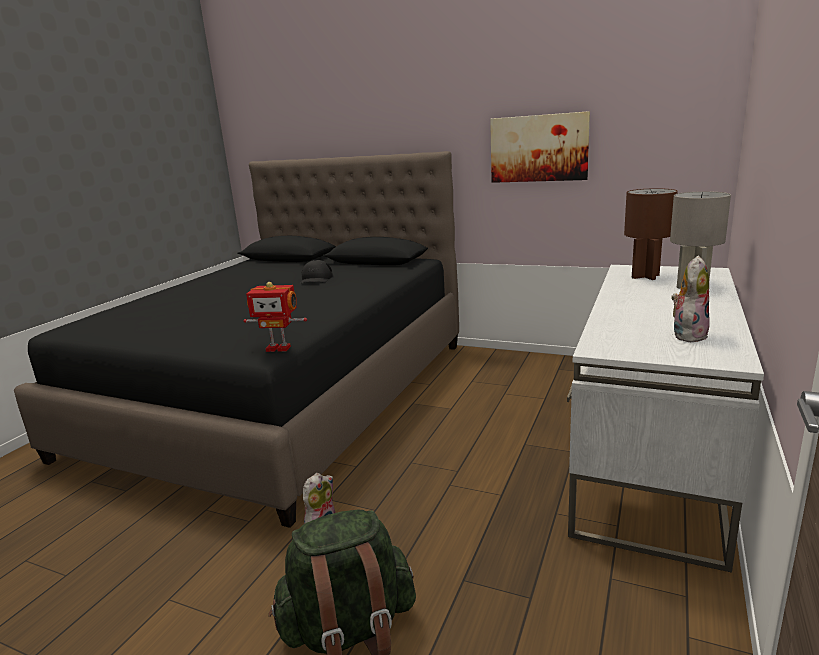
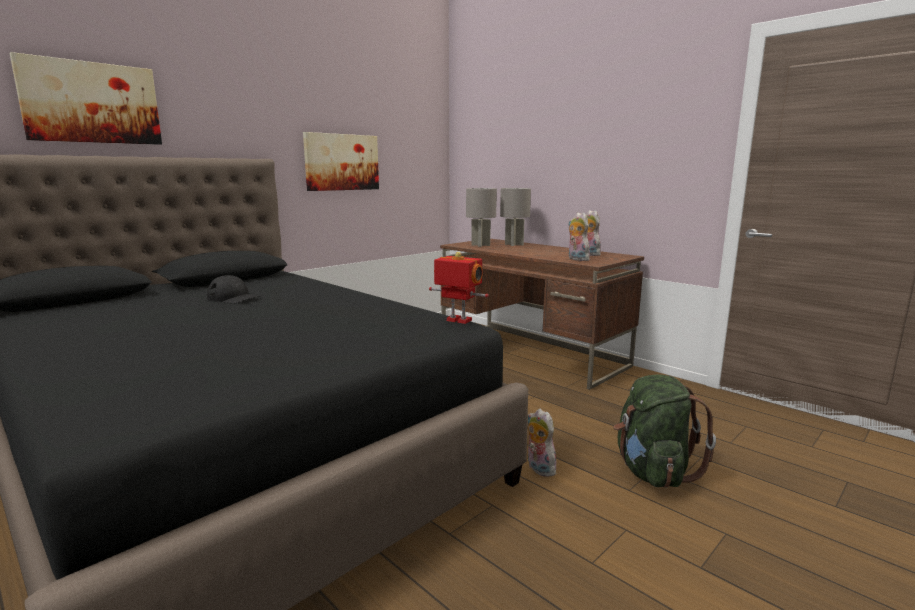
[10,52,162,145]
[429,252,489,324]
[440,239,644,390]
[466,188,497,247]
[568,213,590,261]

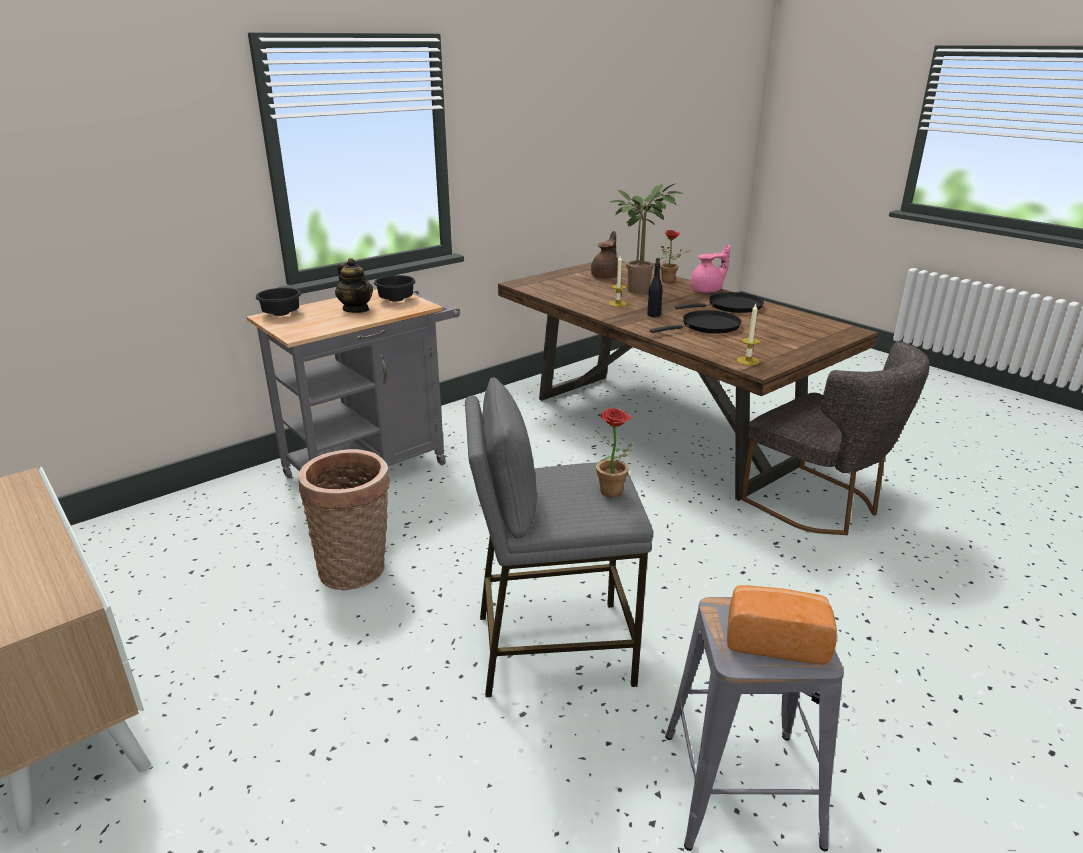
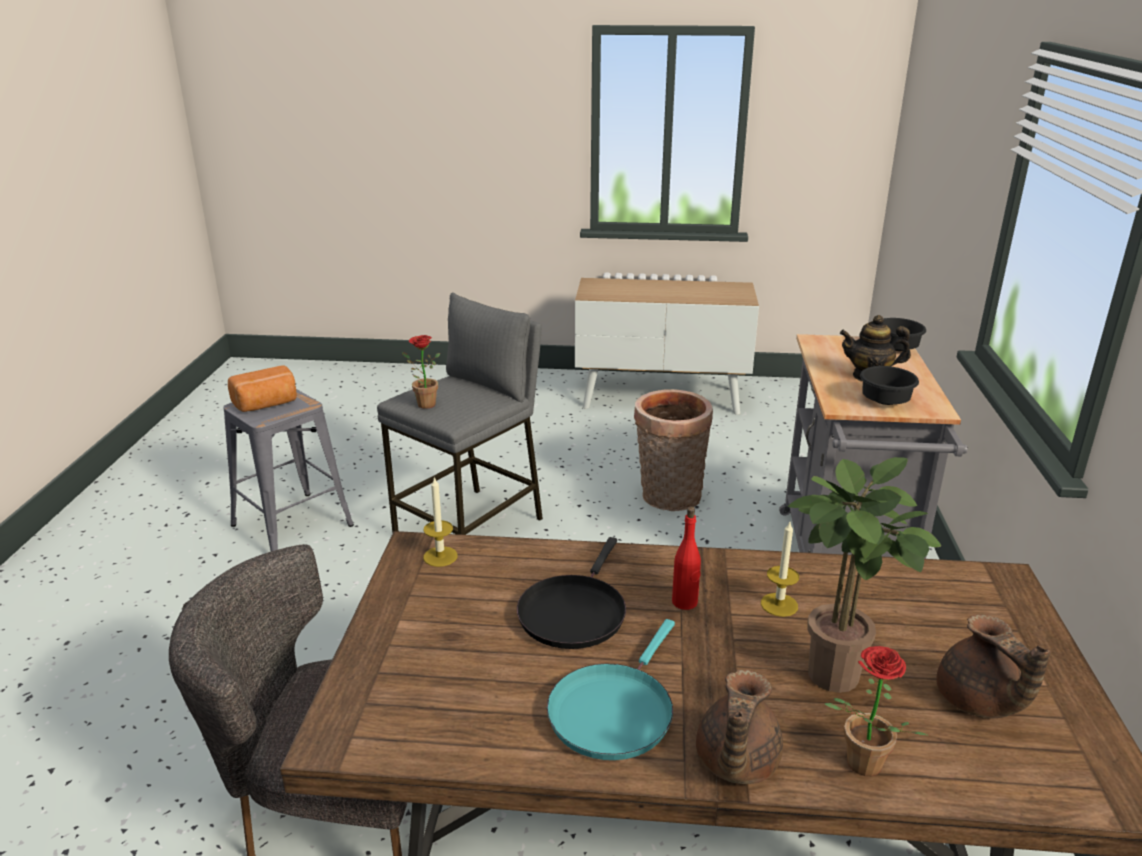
[547,619,675,760]
[672,506,701,610]
[696,670,783,784]

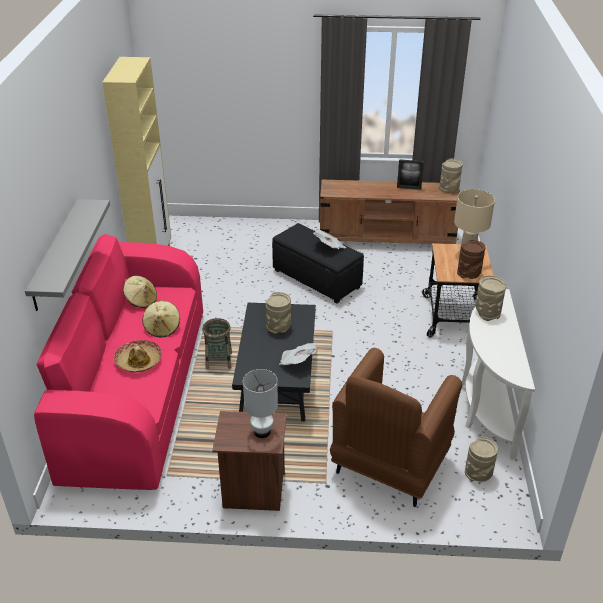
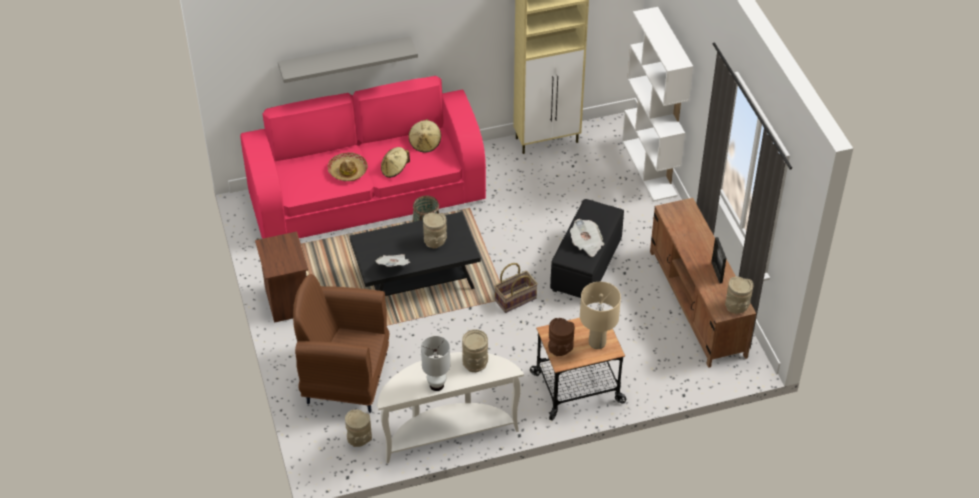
[421,336,450,391]
[494,263,538,313]
[622,7,693,201]

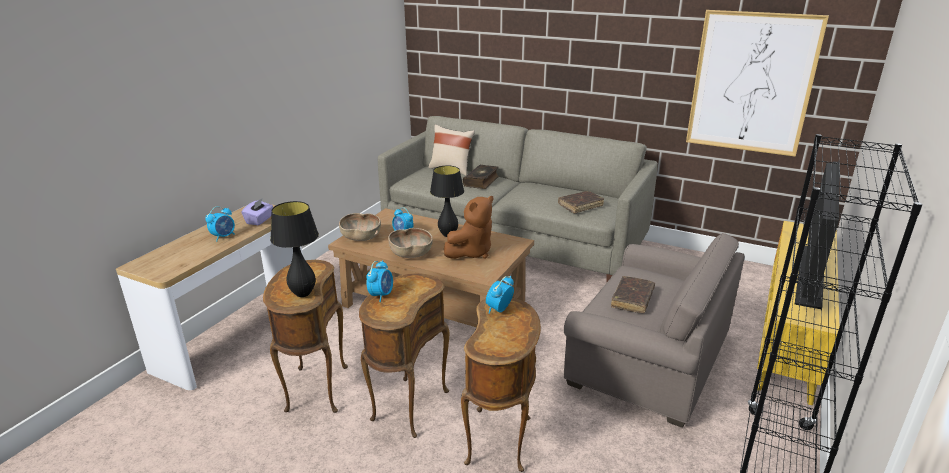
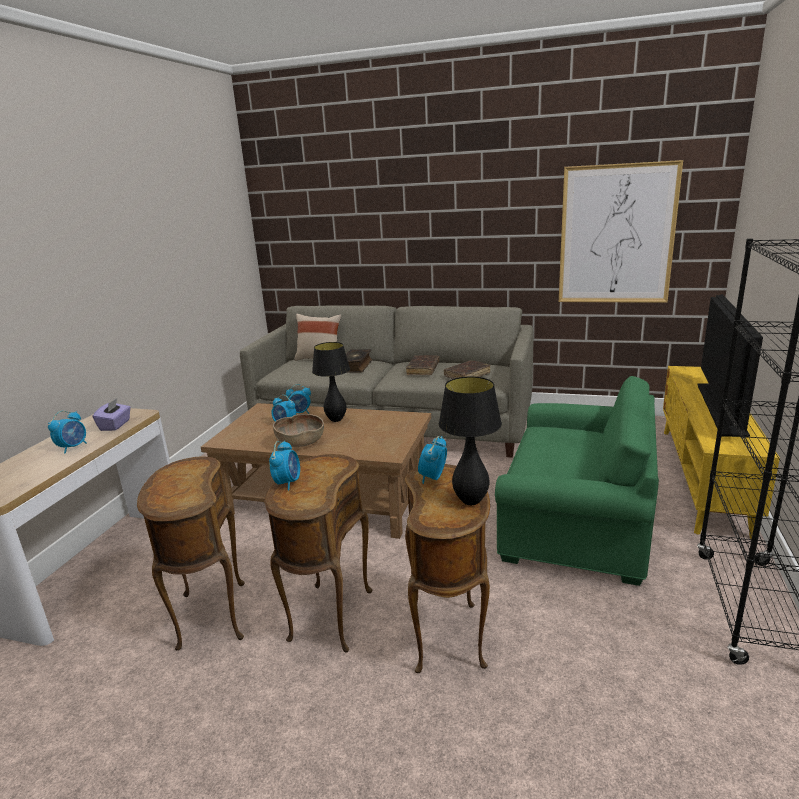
[286,384,311,414]
[406,355,439,375]
[439,377,502,505]
[495,376,659,586]
[339,213,381,241] (first image)
[444,196,493,259] (first image)

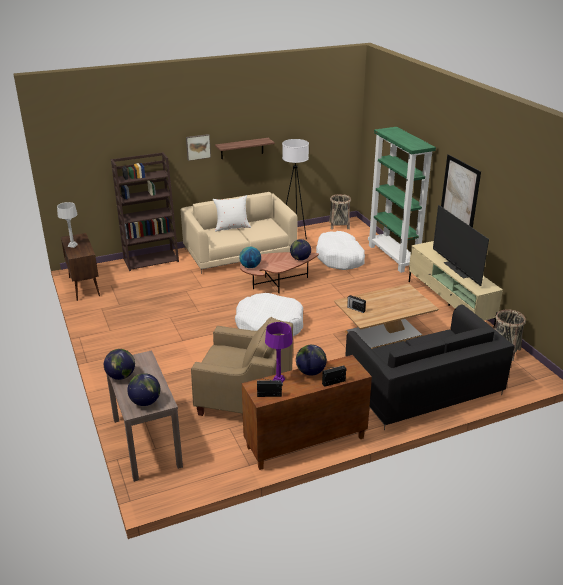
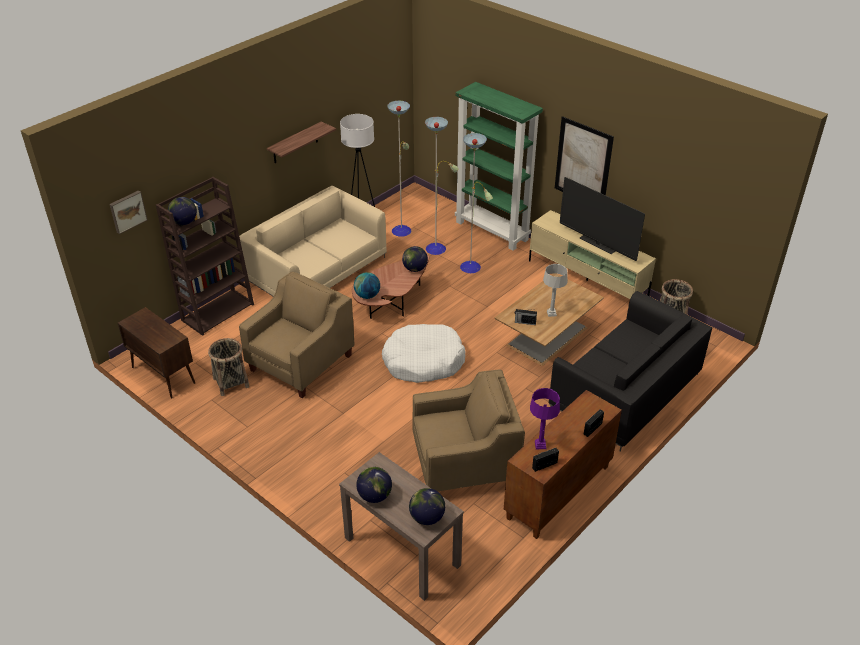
[110,190,147,234]
[168,197,197,225]
[208,338,249,396]
[239,271,355,398]
[387,101,493,273]
[543,264,568,317]
[213,195,251,232] (first image)

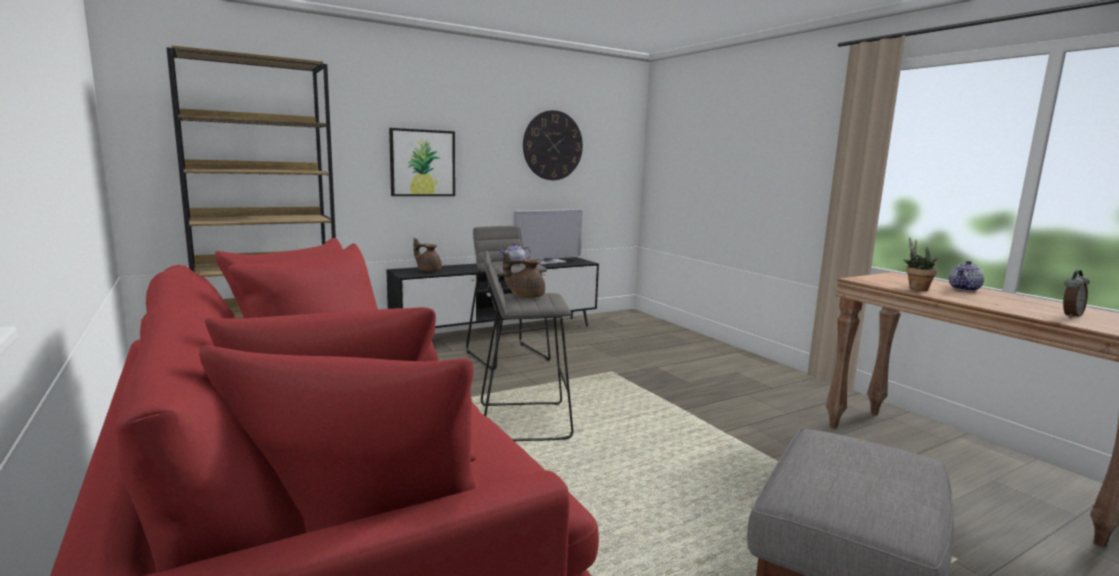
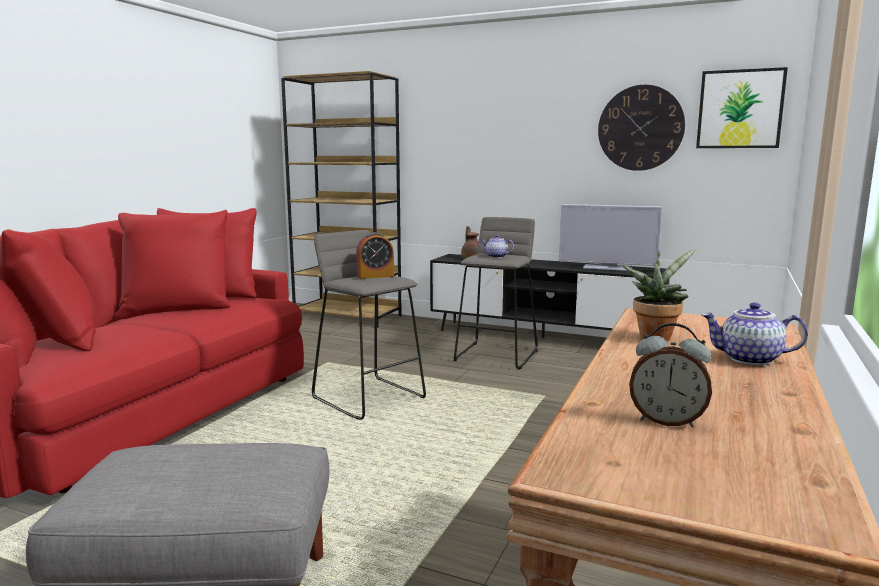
[356,232,394,279]
[696,67,788,148]

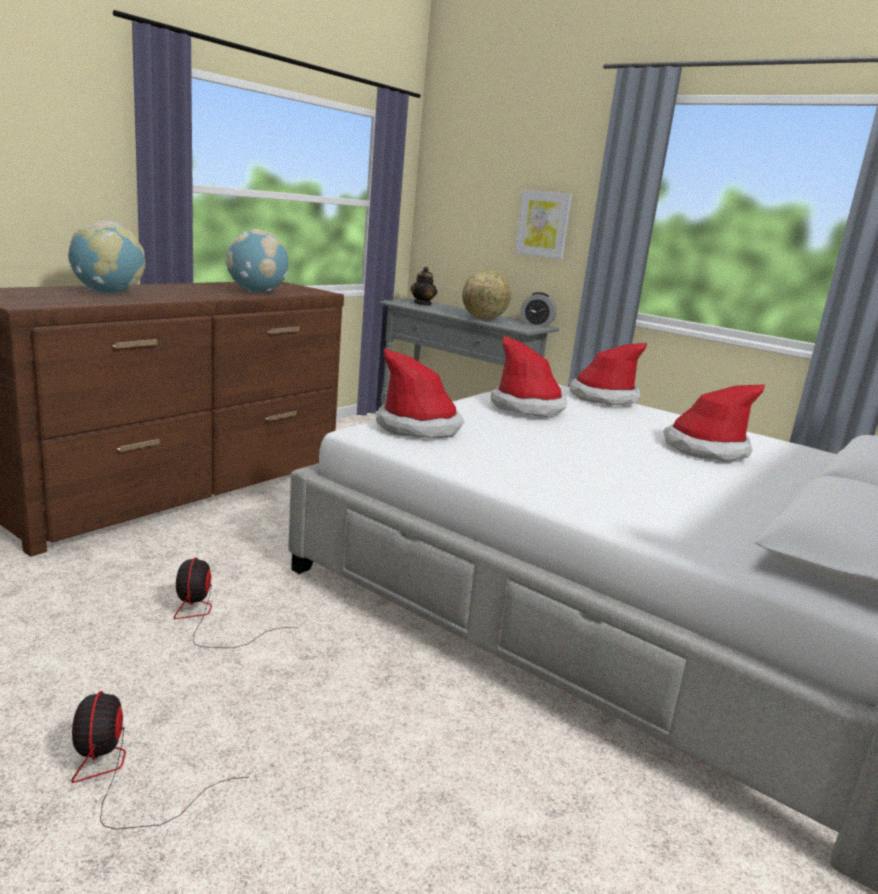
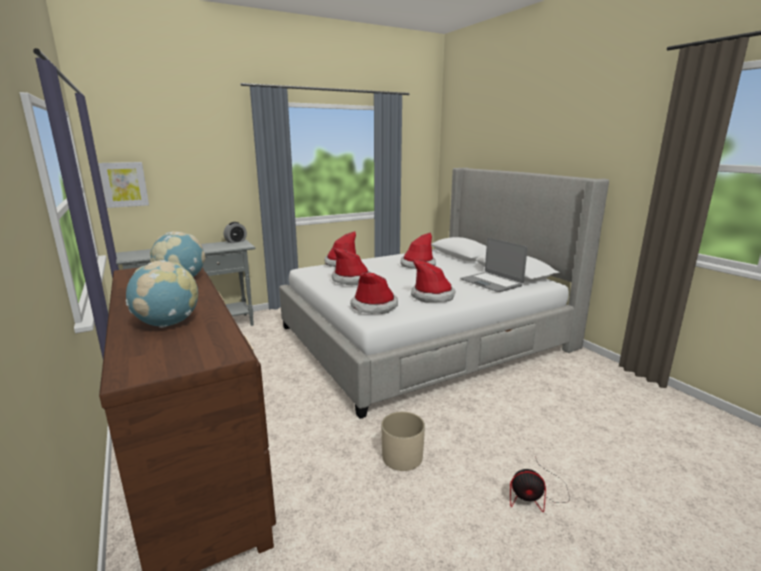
[98,162,149,208]
[381,412,425,471]
[411,259,456,303]
[460,238,528,292]
[411,266,437,306] (first image)
[462,270,511,320] (first image)

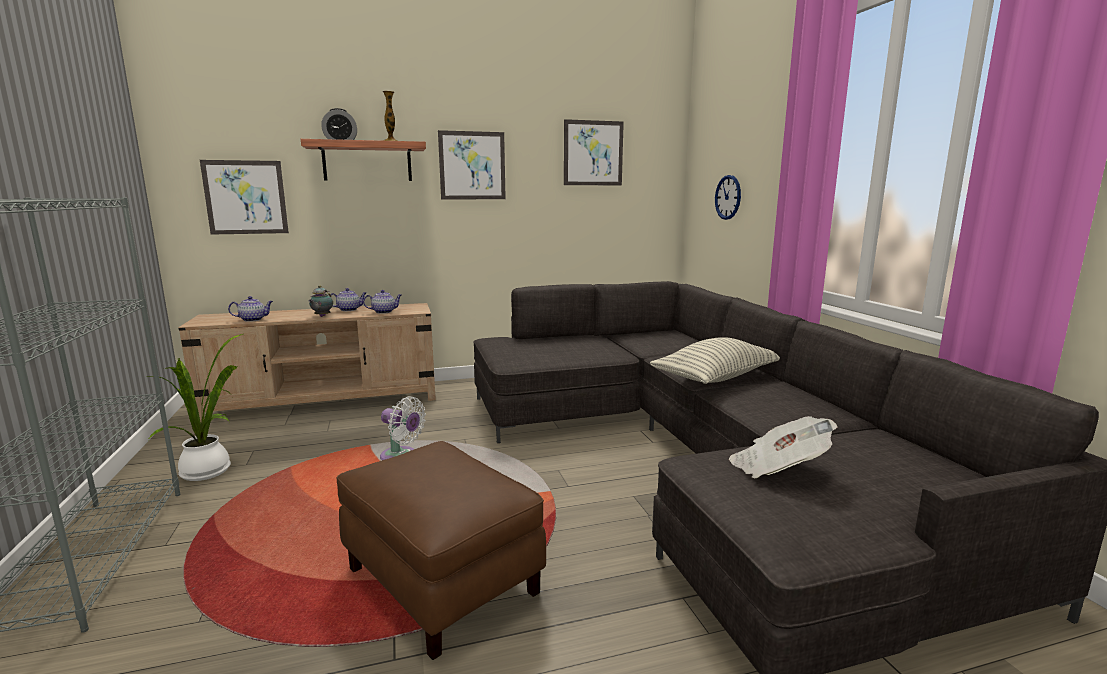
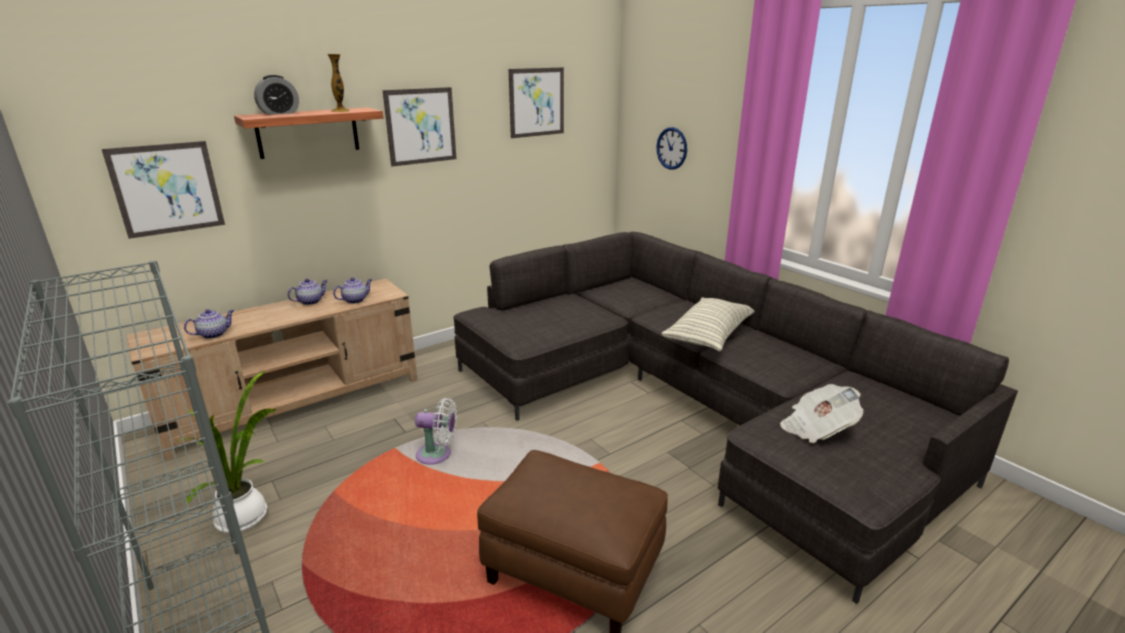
[309,285,333,317] (first image)

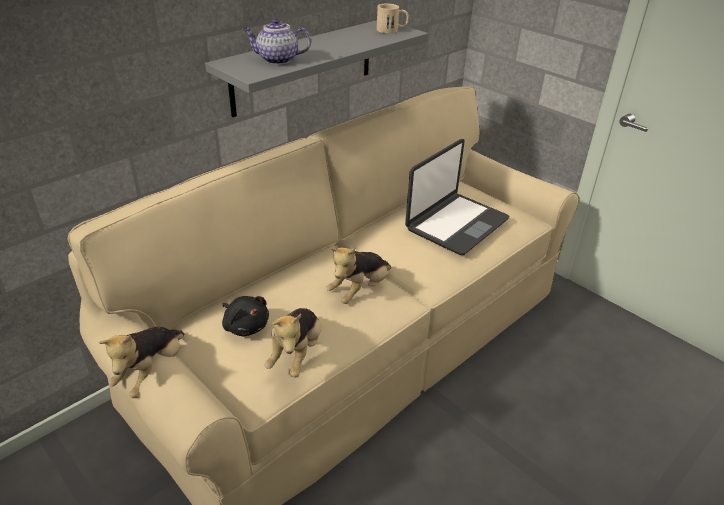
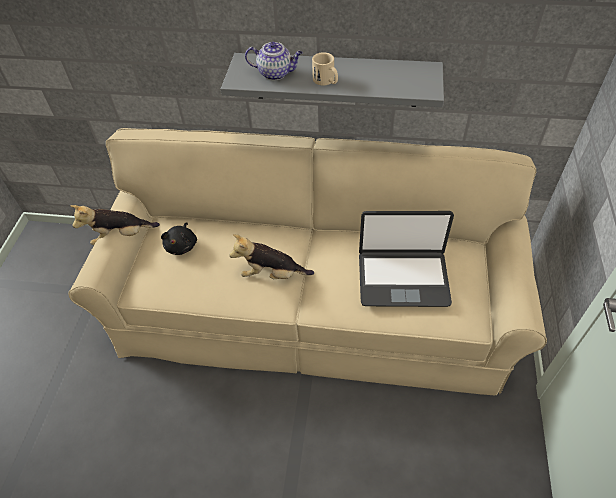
[245,42,303,80]
[312,52,338,85]
[265,308,322,378] (first image)

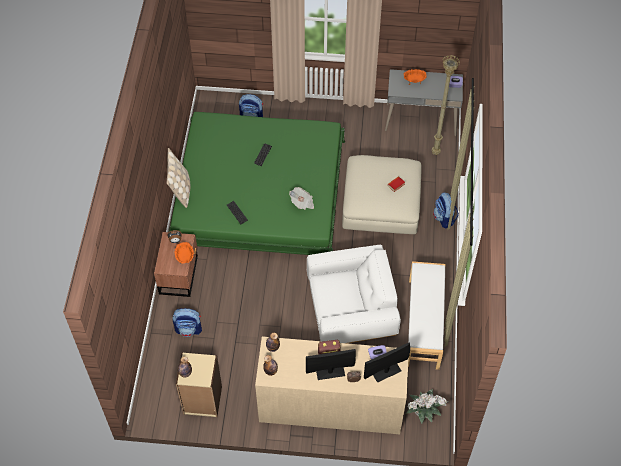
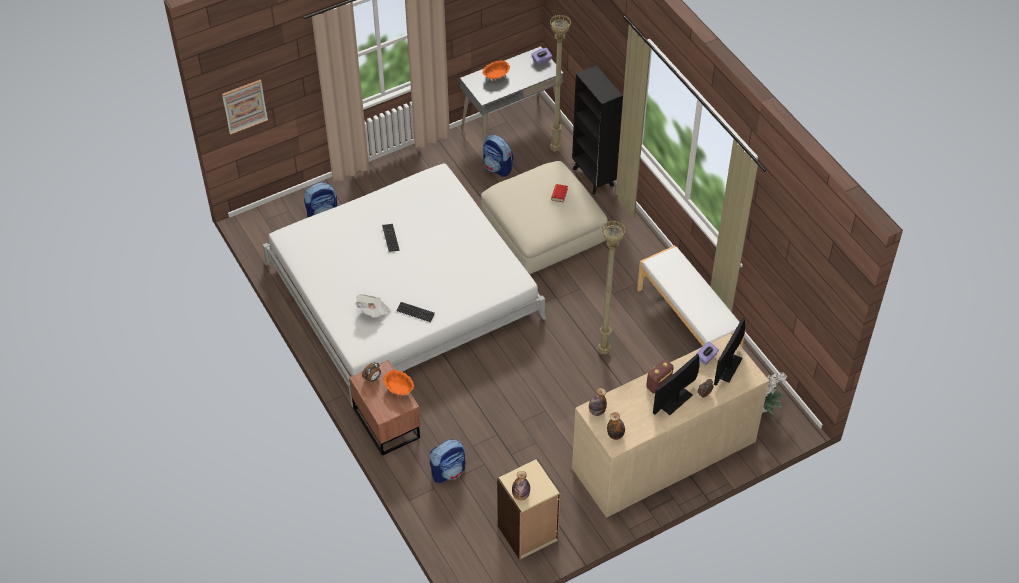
[222,80,268,135]
[262,163,547,407]
[355,294,391,318]
[483,135,513,177]
[572,65,623,194]
[598,221,626,355]
[167,148,190,208] (first image)

